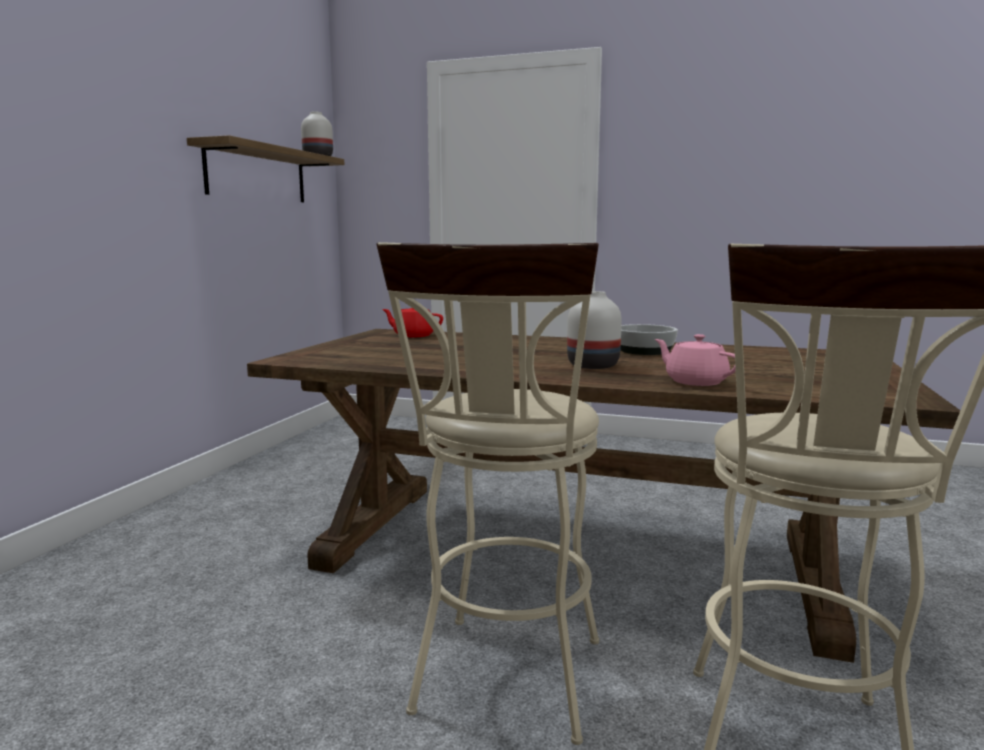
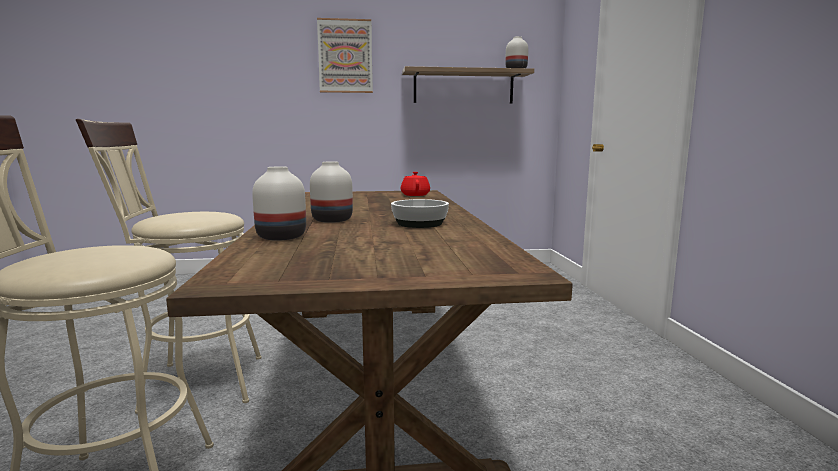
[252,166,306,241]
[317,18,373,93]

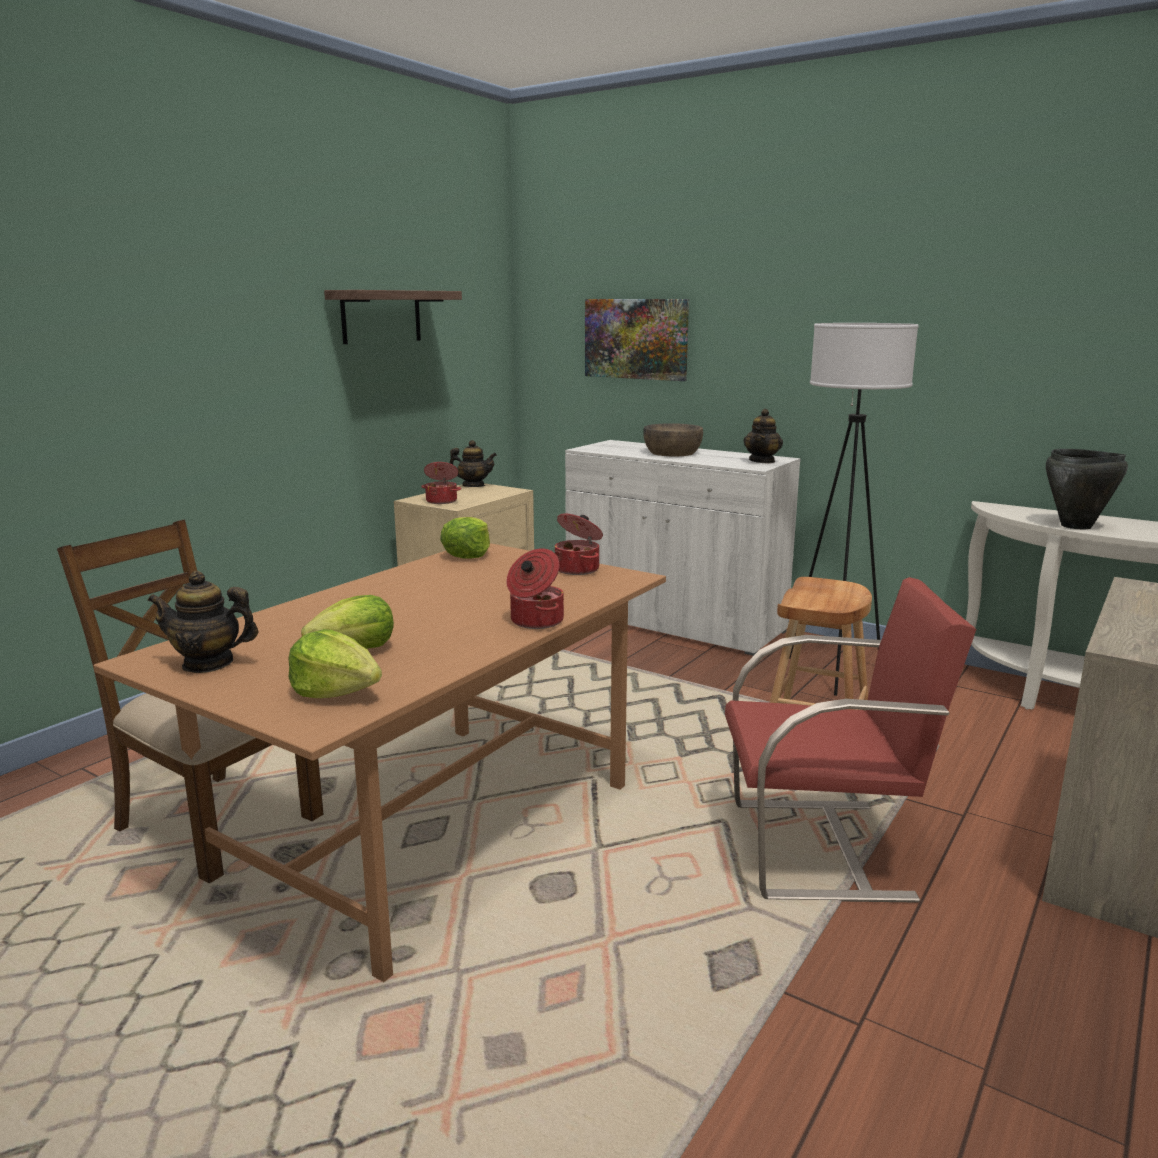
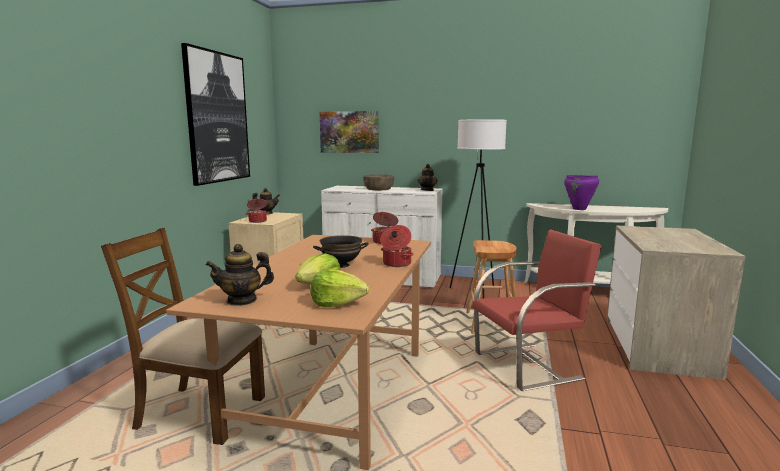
[181,43,250,186]
[313,235,369,268]
[564,175,599,210]
[440,517,490,559] (first image)

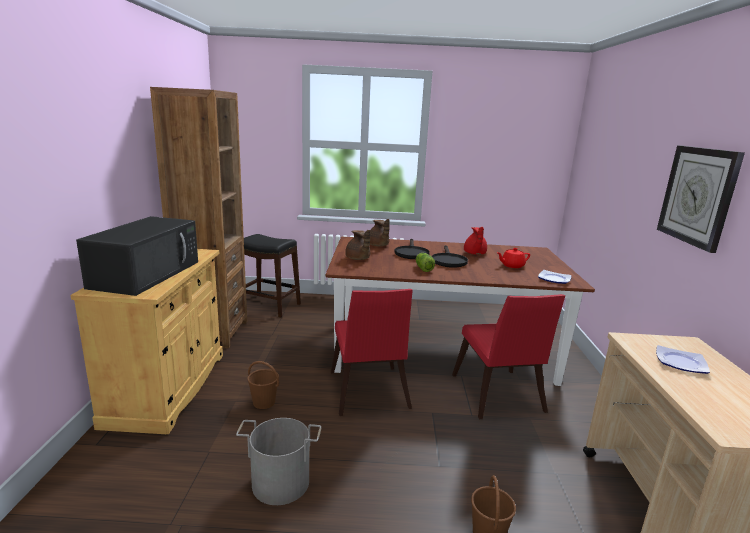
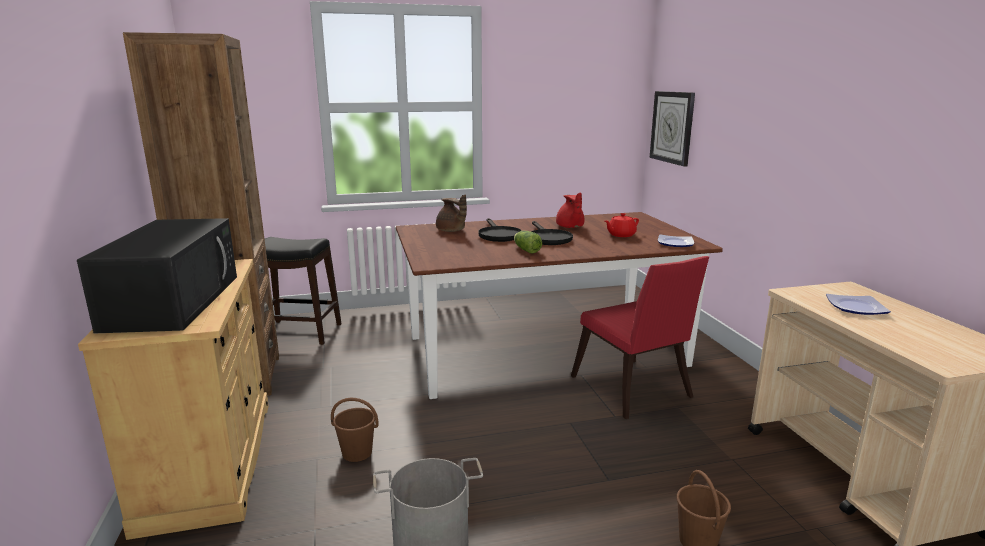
[650,91,695,166]
[331,289,413,416] (first image)
[345,230,370,260] (first image)

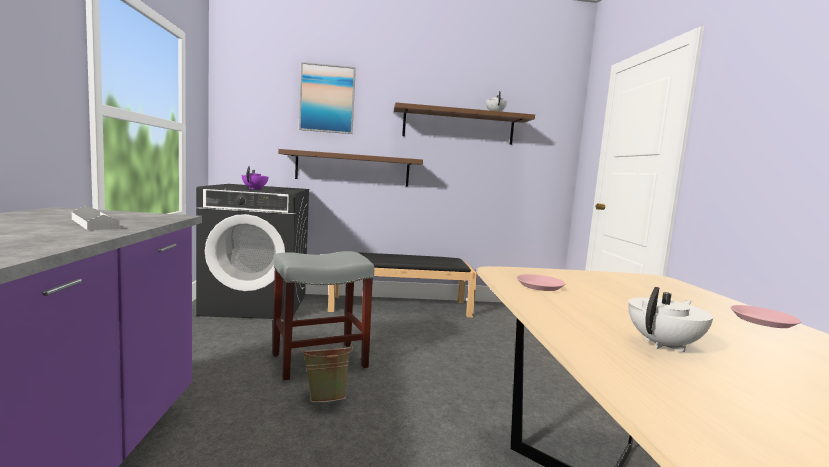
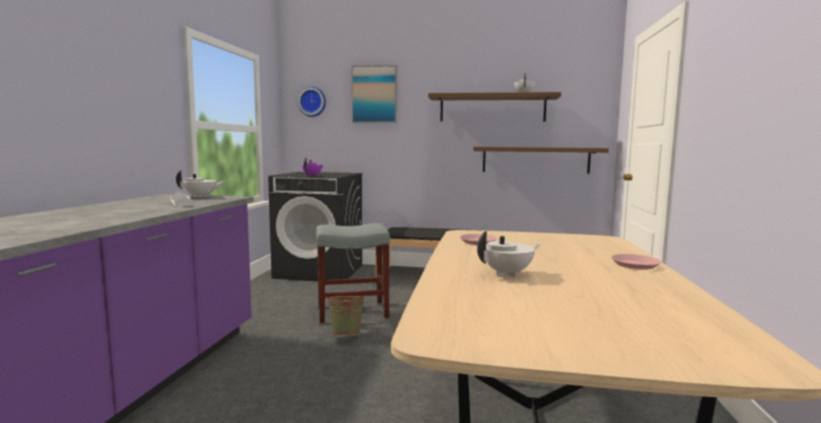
[176,171,226,198]
[298,86,326,117]
[473,147,609,174]

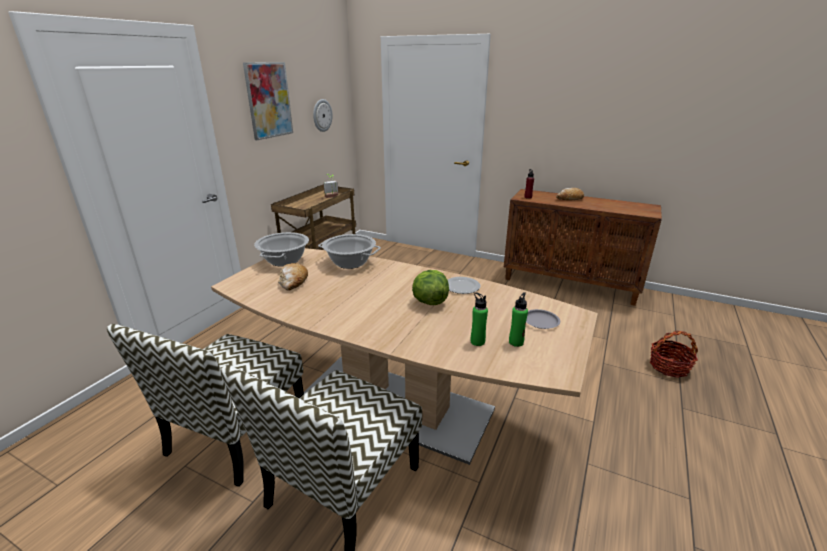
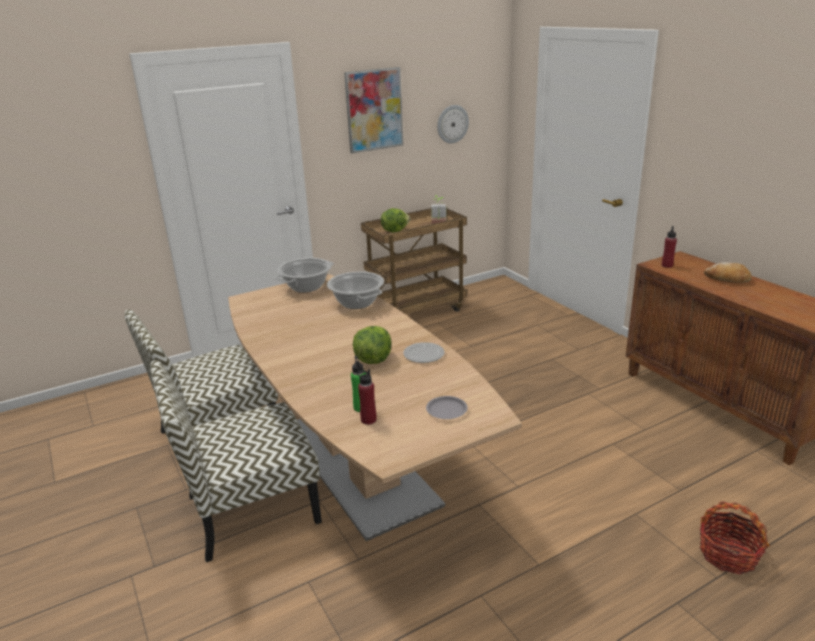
[357,369,377,425]
[381,208,410,233]
[278,263,308,291] (first image)
[509,292,528,347] (first image)

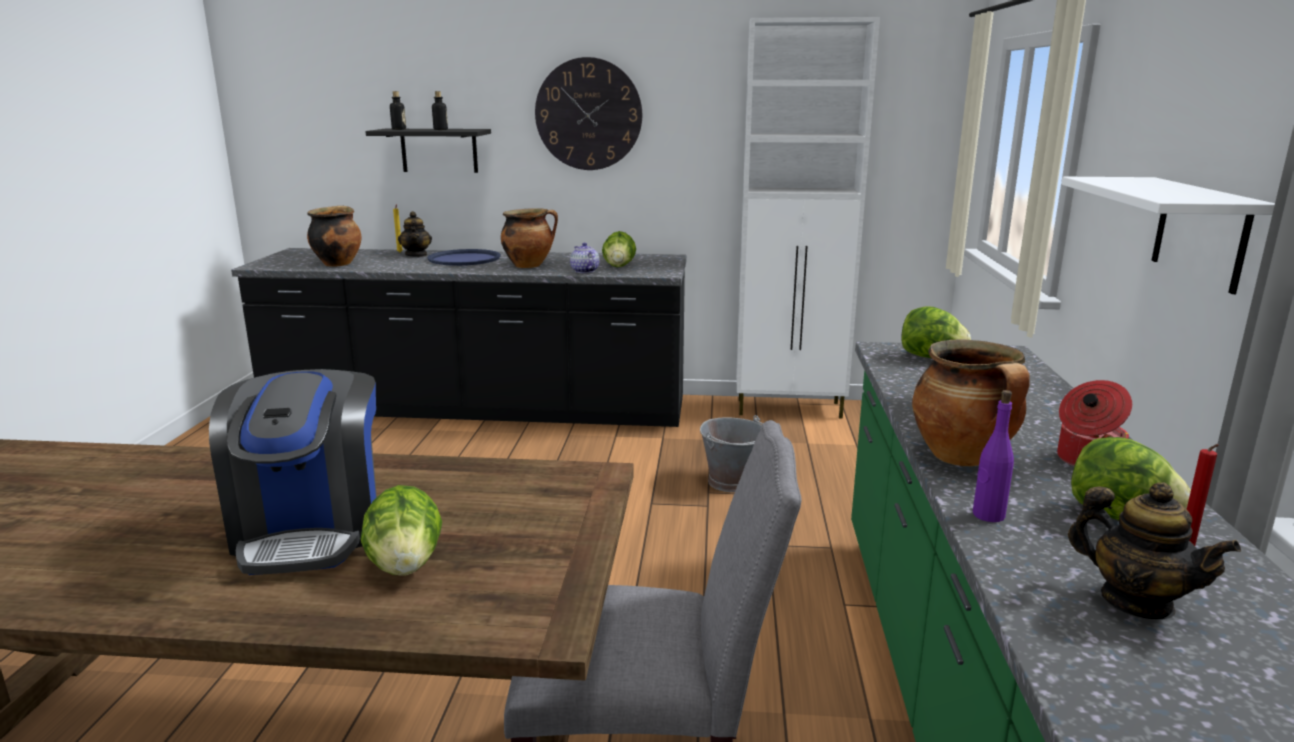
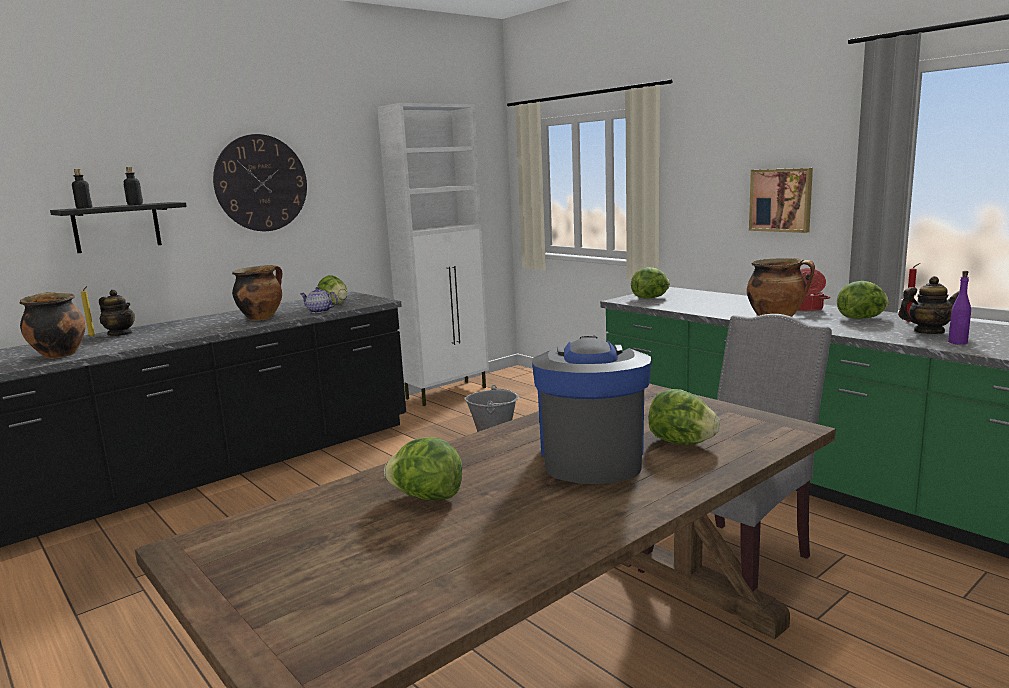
[384,437,462,500]
[532,336,652,484]
[749,168,813,233]
[948,271,971,345]
[427,249,501,266] (first image)

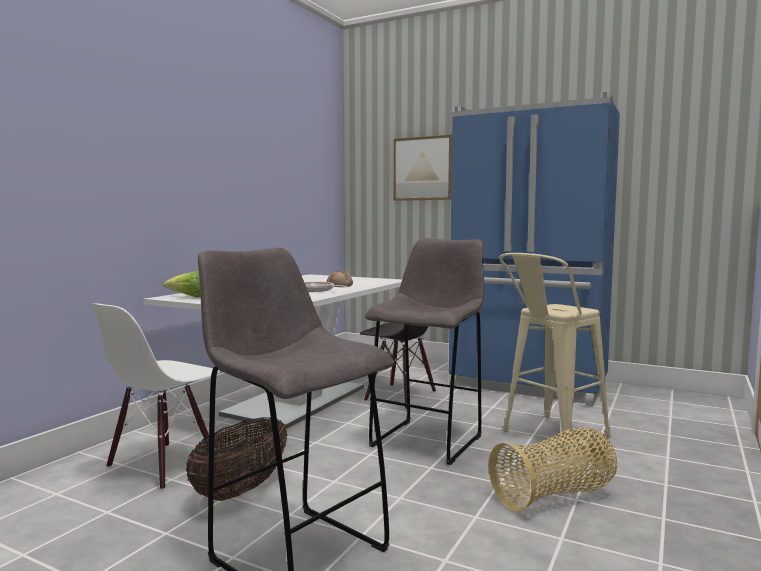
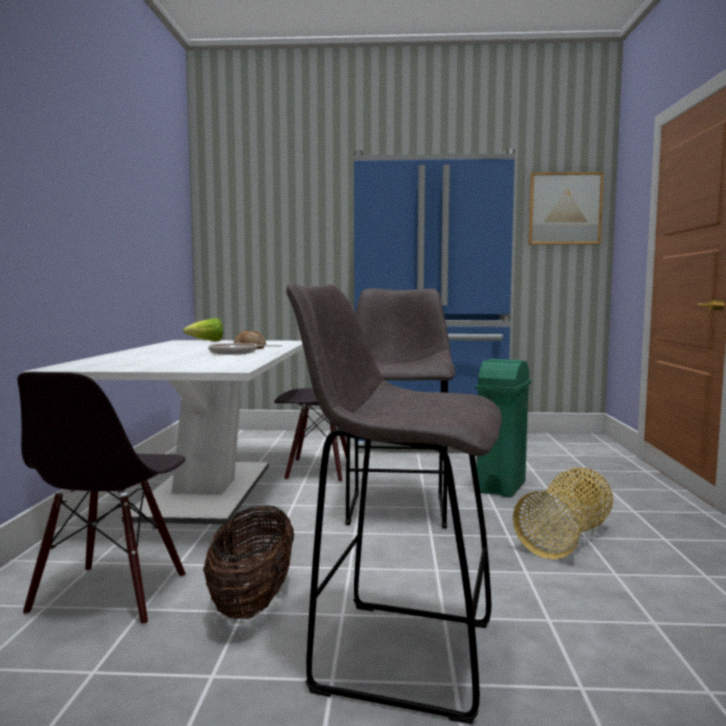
[17,372,186,625]
[183,318,223,341]
[476,359,531,498]
[528,172,604,245]

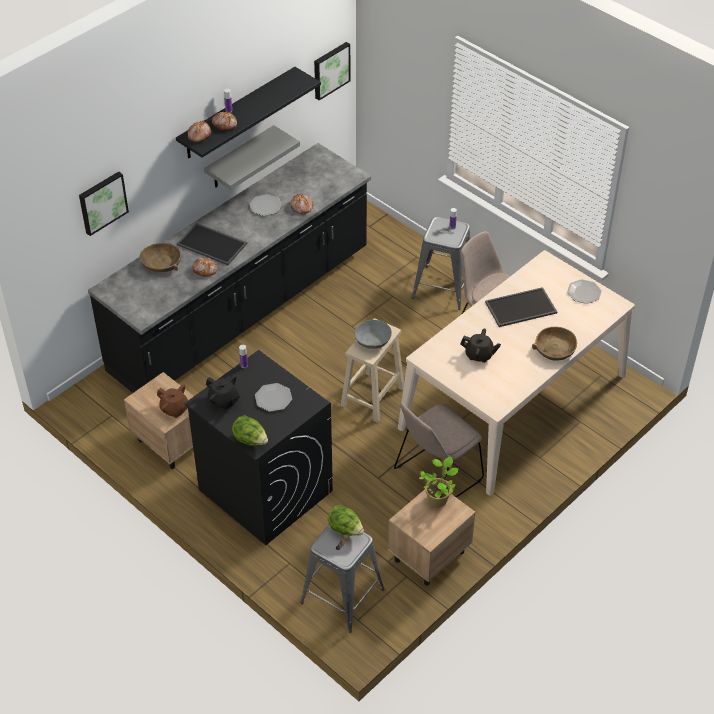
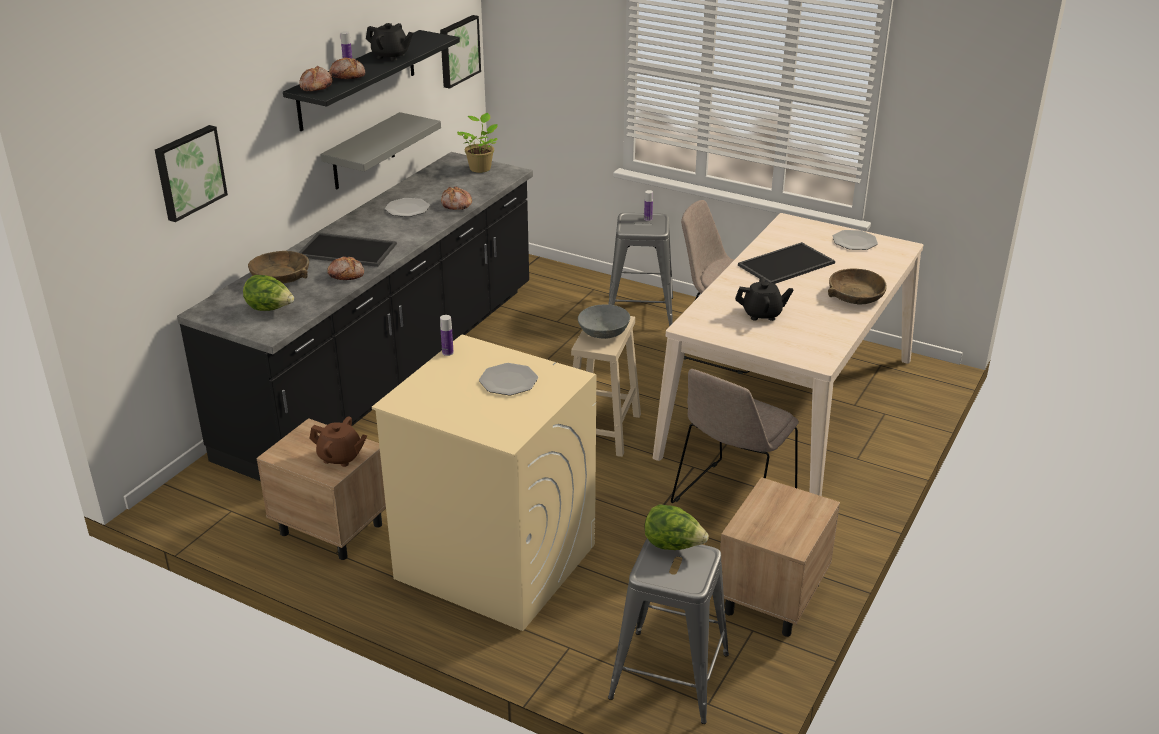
[243,275,294,311]
[366,23,413,61]
[372,335,596,631]
[457,113,498,173]

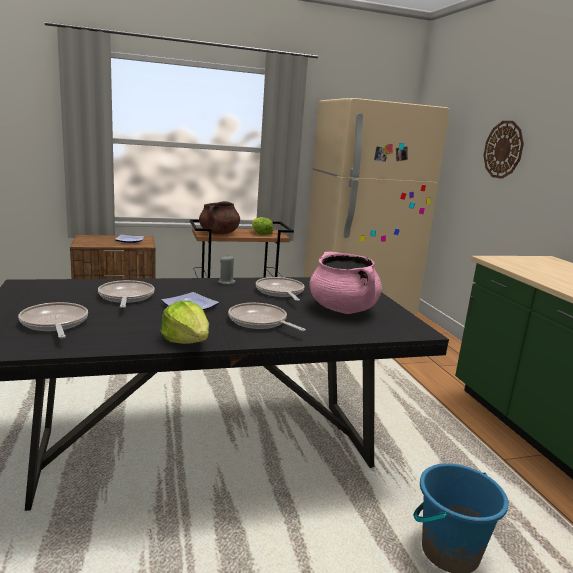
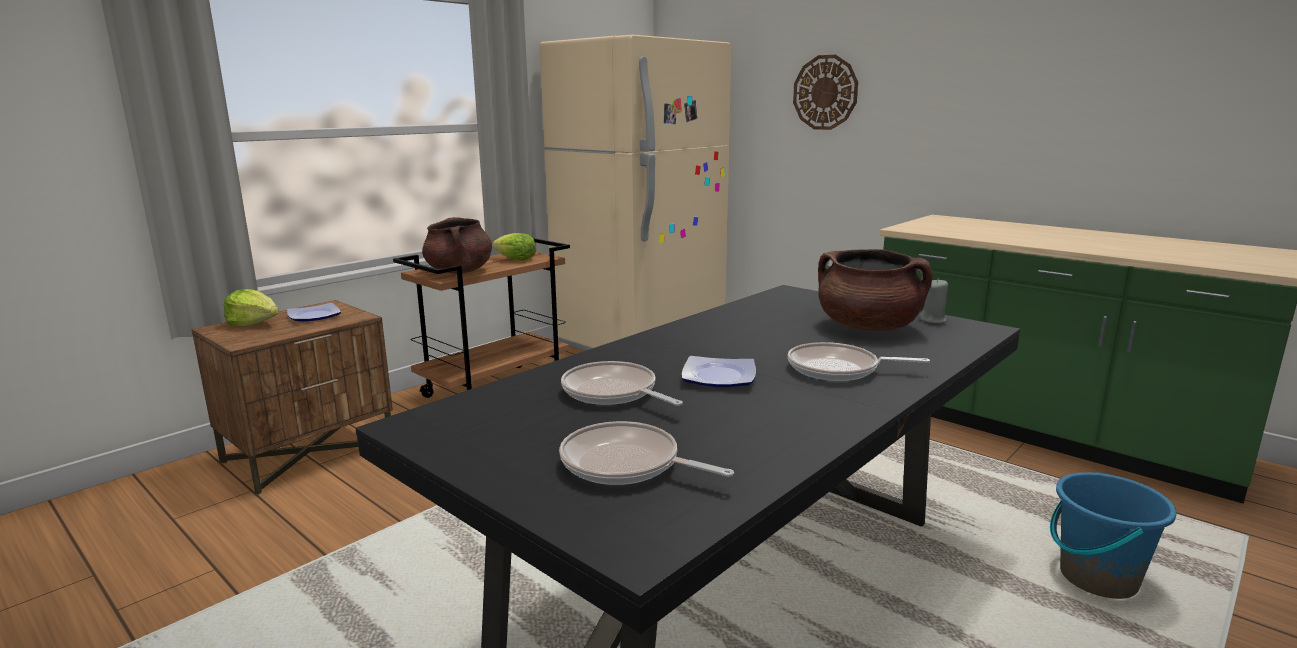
[224,289,279,326]
[818,249,933,331]
[919,279,948,323]
[256,277,305,301] (first image)

